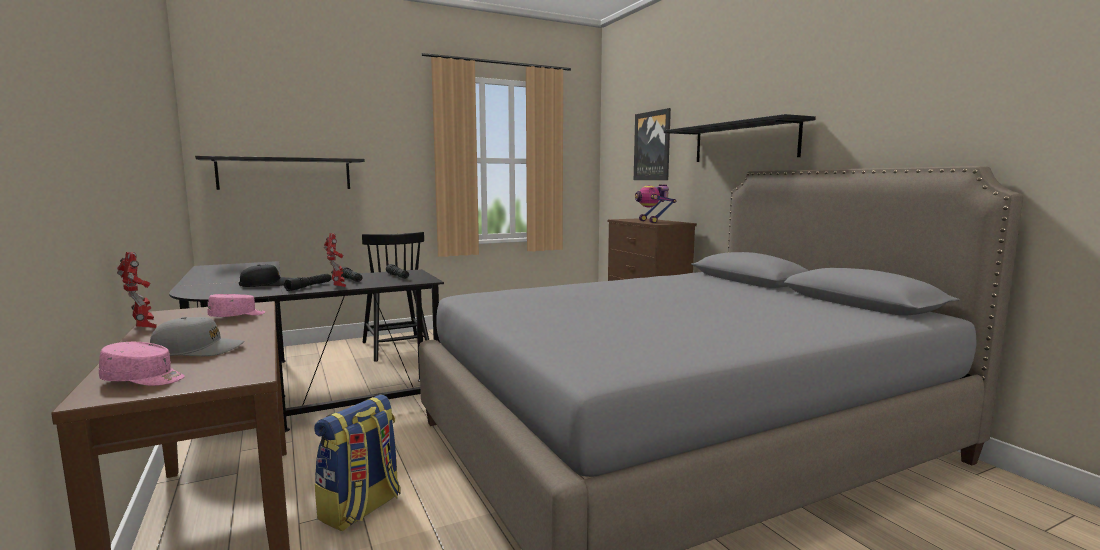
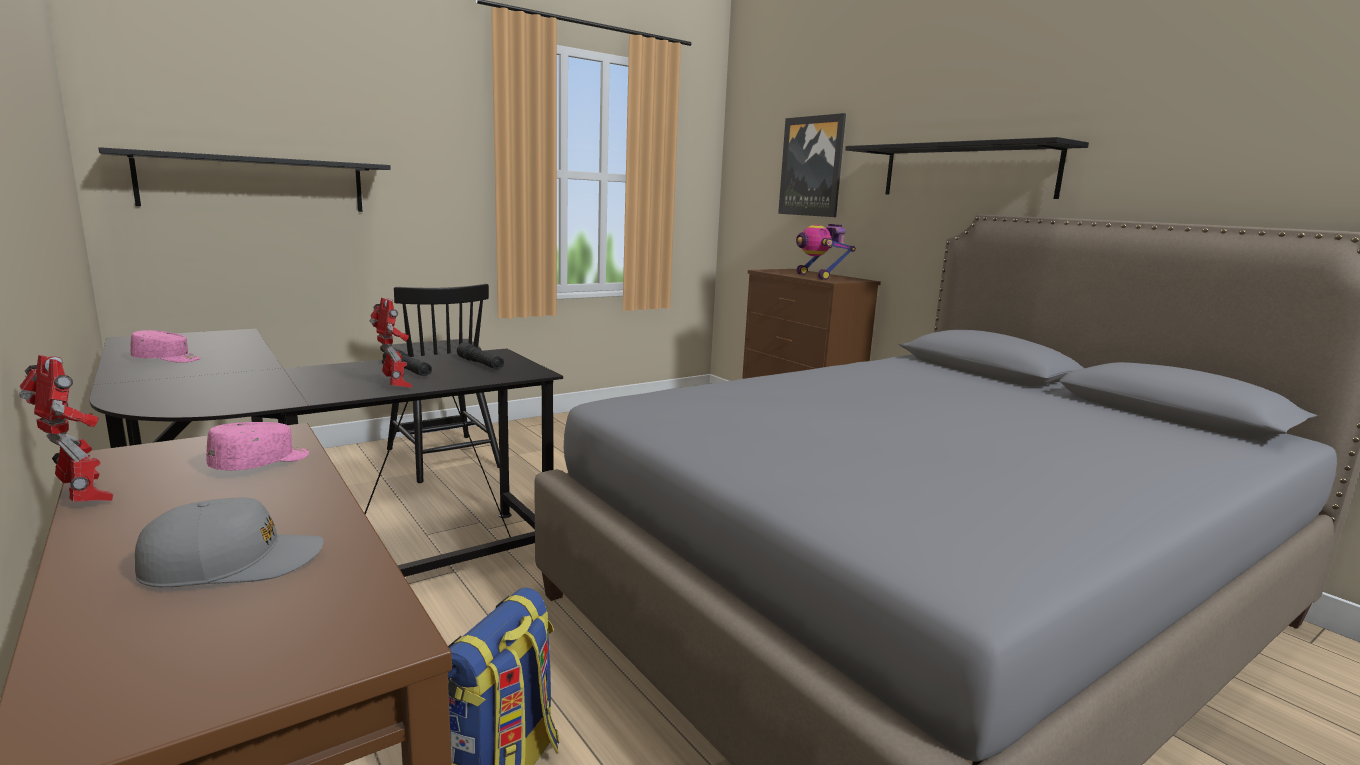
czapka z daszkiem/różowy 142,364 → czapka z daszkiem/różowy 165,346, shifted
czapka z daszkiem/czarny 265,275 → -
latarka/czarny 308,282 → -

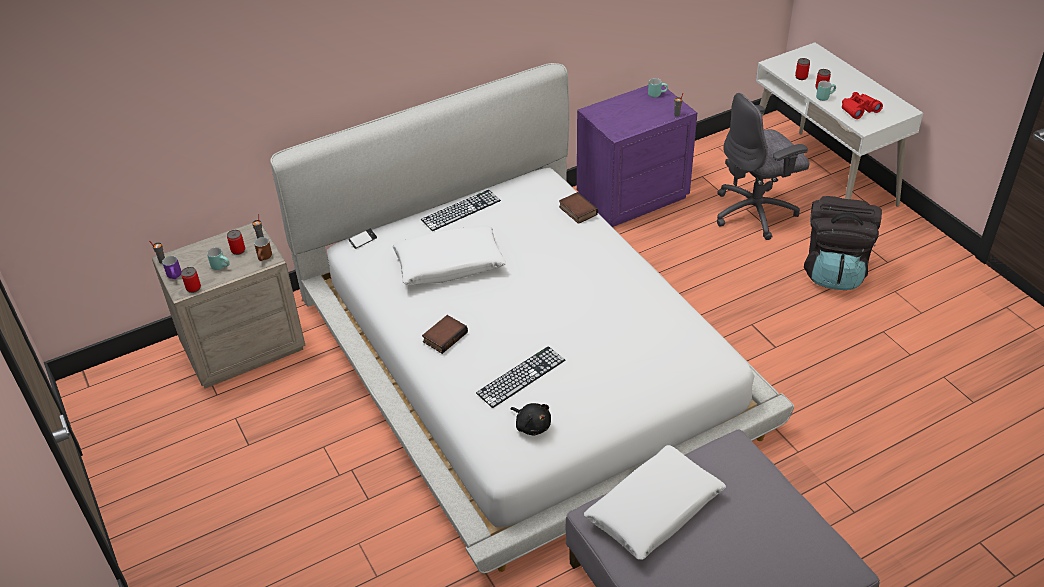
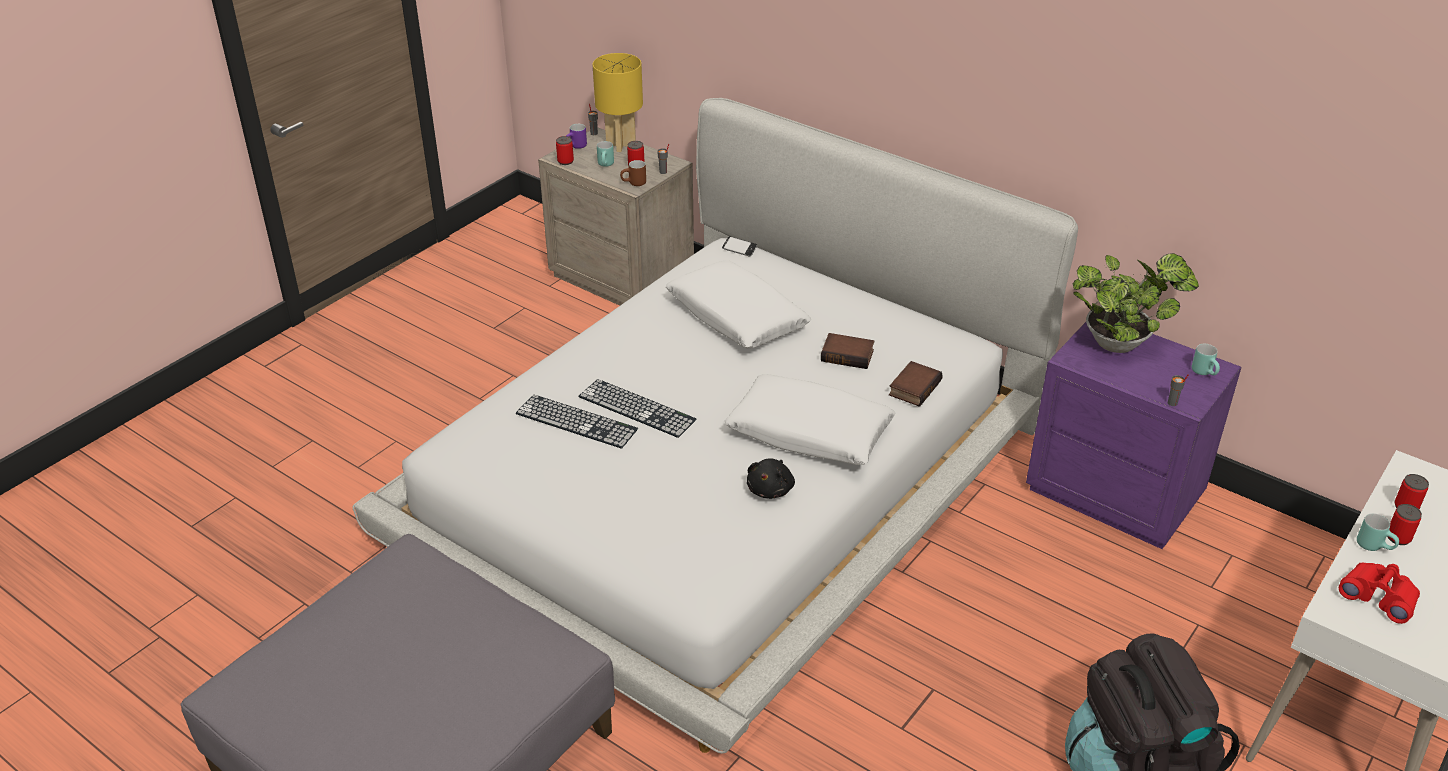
klawiatura 461,210 → klawiatura 637,408, shifted
- → lampa stołowa/żółty 617,102
poduszka/biały 655,502 → poduszka/biały 810,419, shifted
pluszak/czarny 531,419 → pluszak/czarny 771,478, shifted
książka 445,334 → książka 848,351, shifted
- → roślina doniczkowa 1136,303
krzesło biurowe/szary 763,166 → -

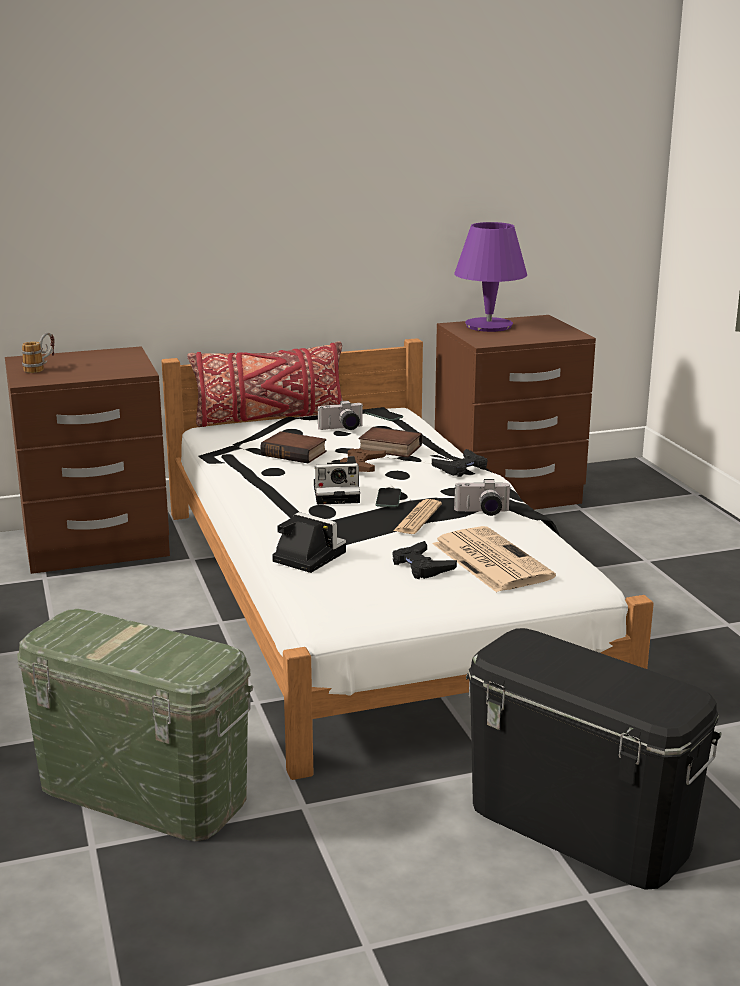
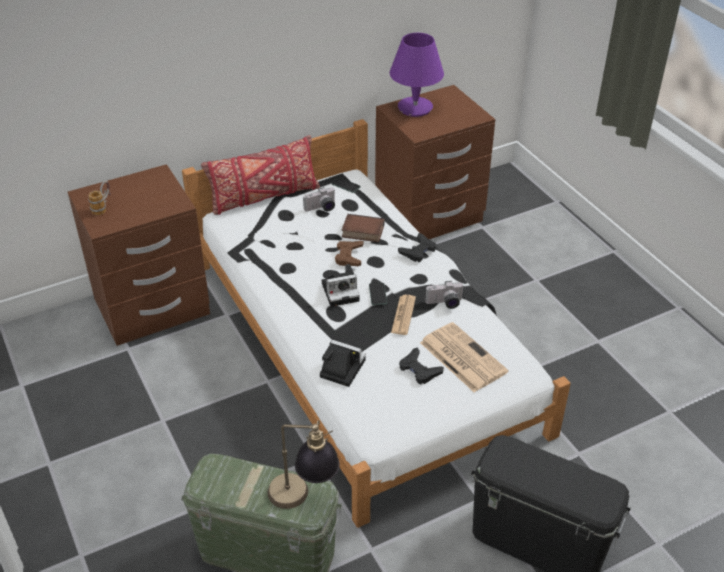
- → lampa stołowa 304,464
książka 294,447 → -

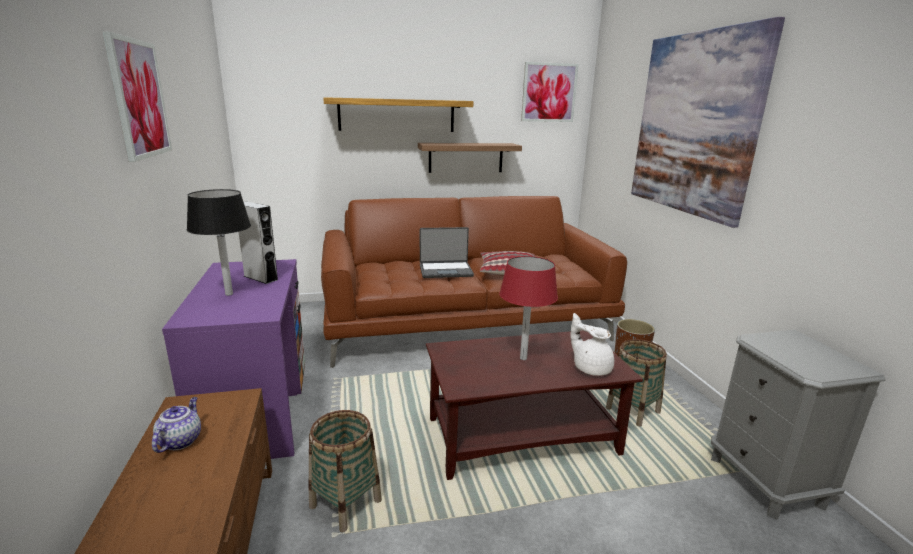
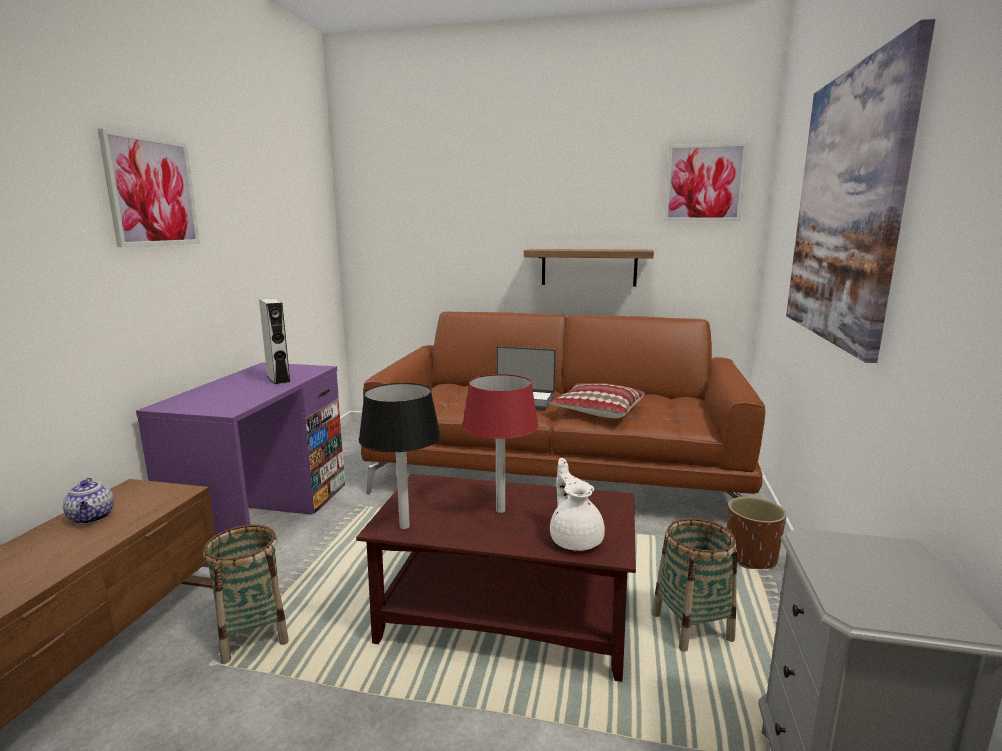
imbryk 176,425 → imbryk 88,501, 120 degrees clockwise
lampa stołowa/czarny 219,242 → lampa stołowa/czarny 400,456, shifted
półka 398,114 → -

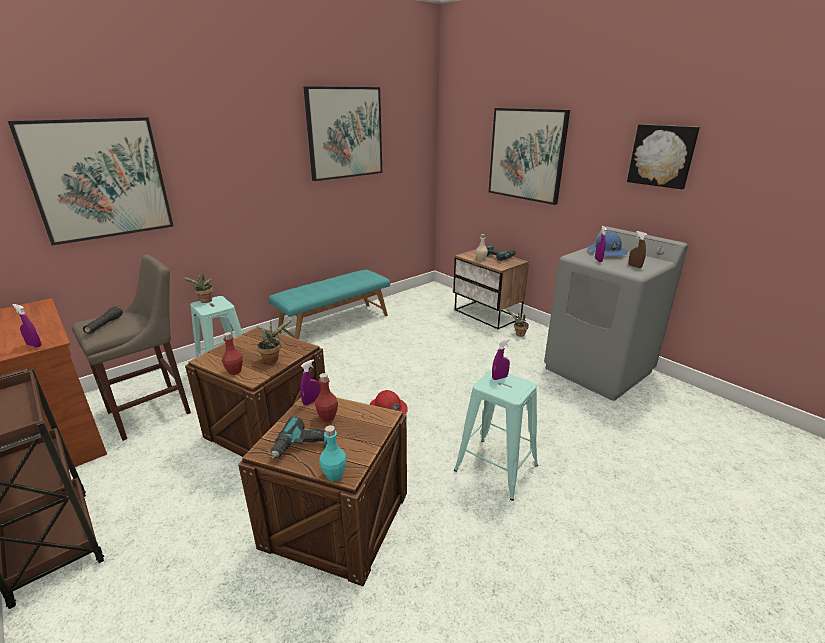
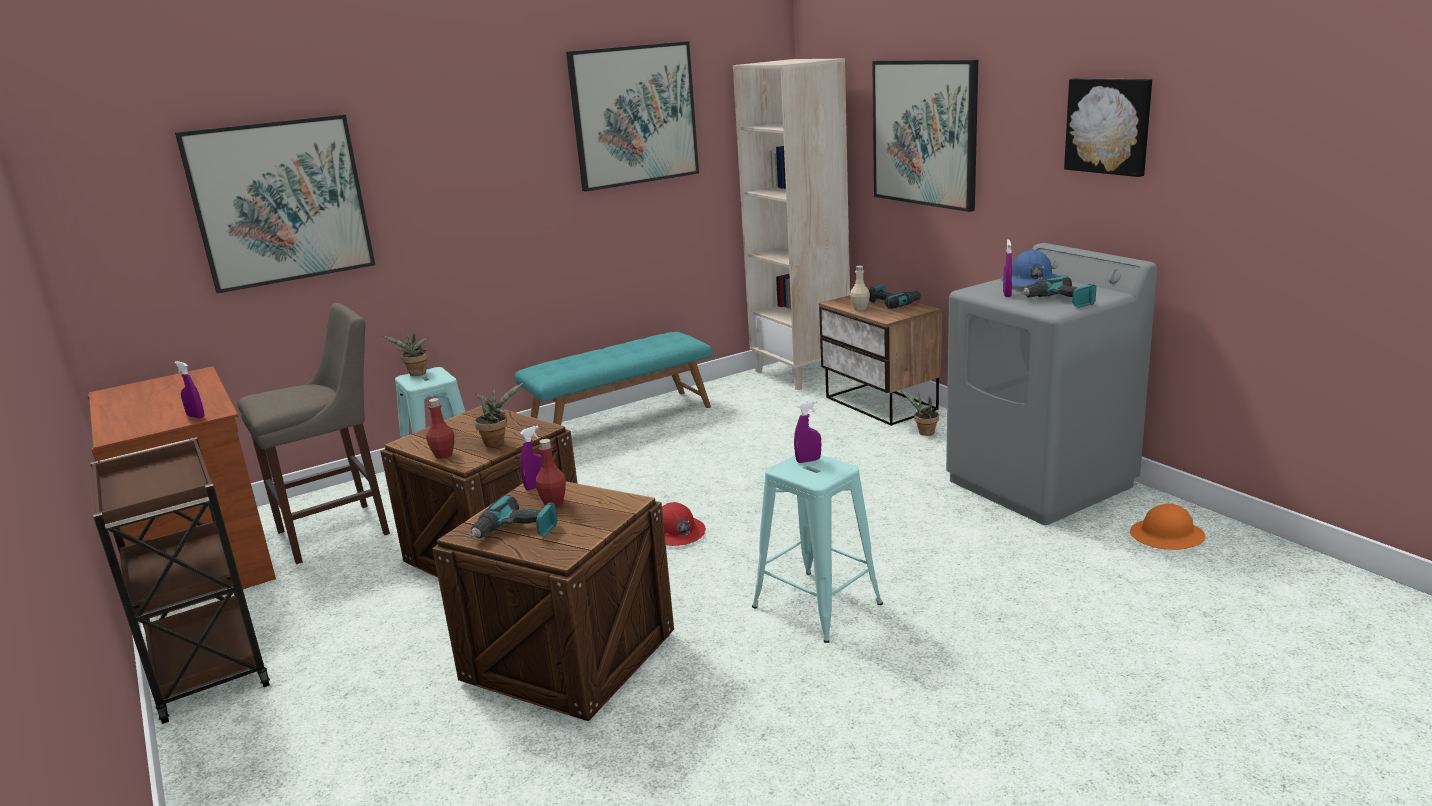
- → regał/beżowy 791,224
spryskiwacz/brązowy 637,249 → wiertarka 1058,292
- → kask/pomarańczowy 1167,527
latarka/czarny 103,320 → -
butelka/turkusowy 333,453 → -

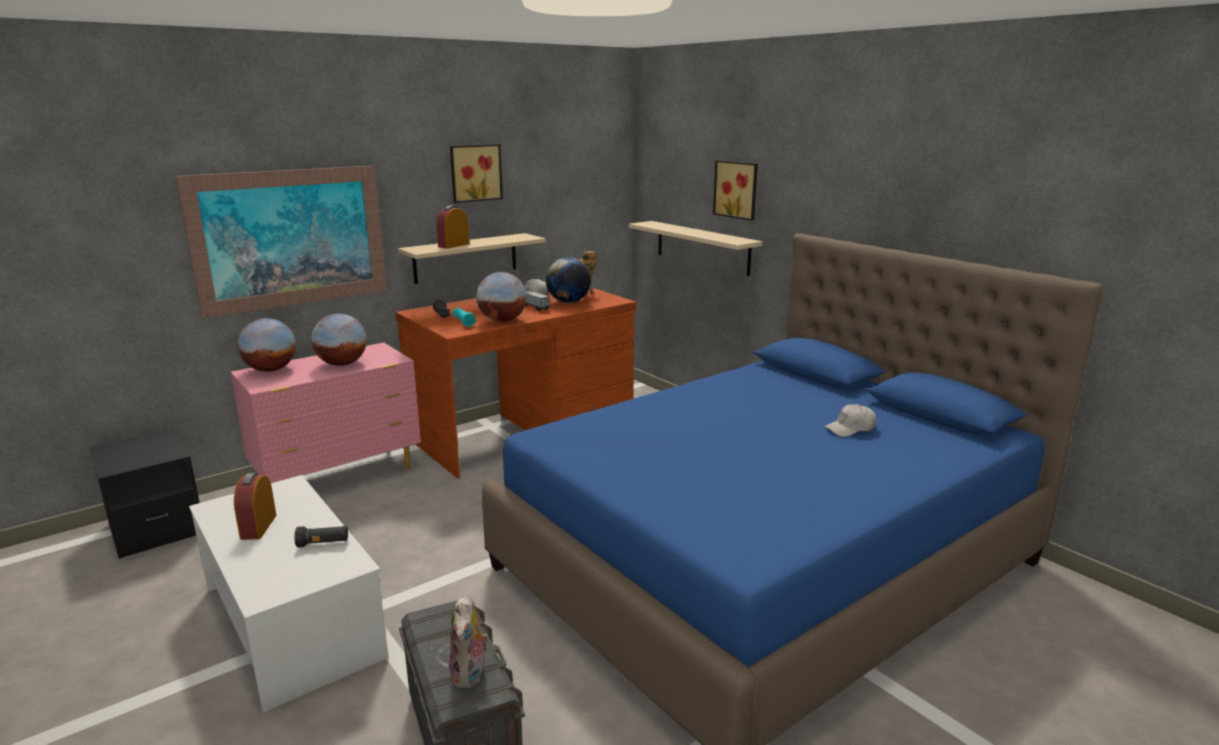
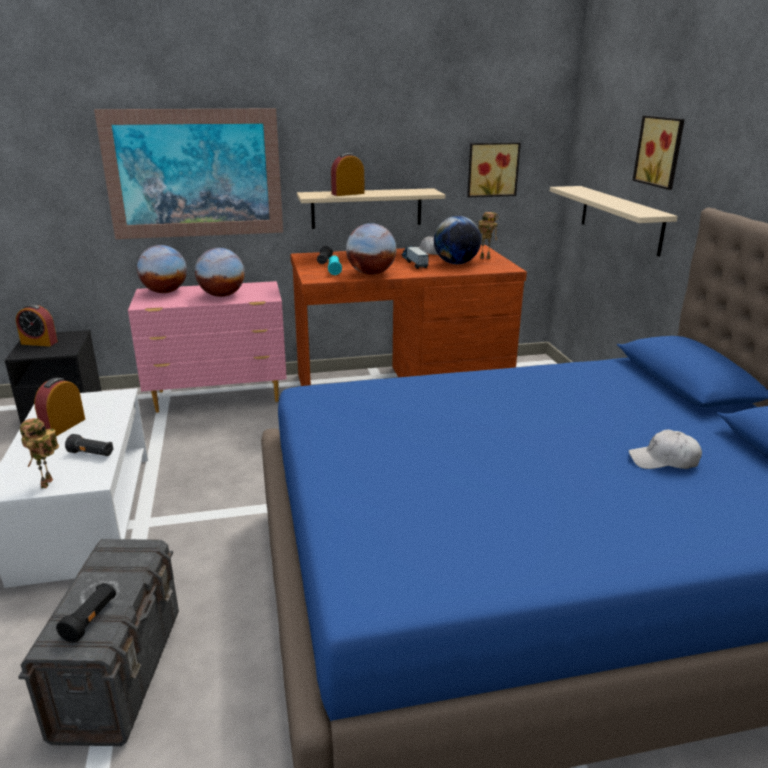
- → budzik 37,325
- → robot zabawkowy 39,453
pluszak 469,641 → latarka/czarny 86,613
obraz 476,173 → obraz 494,169, shifted

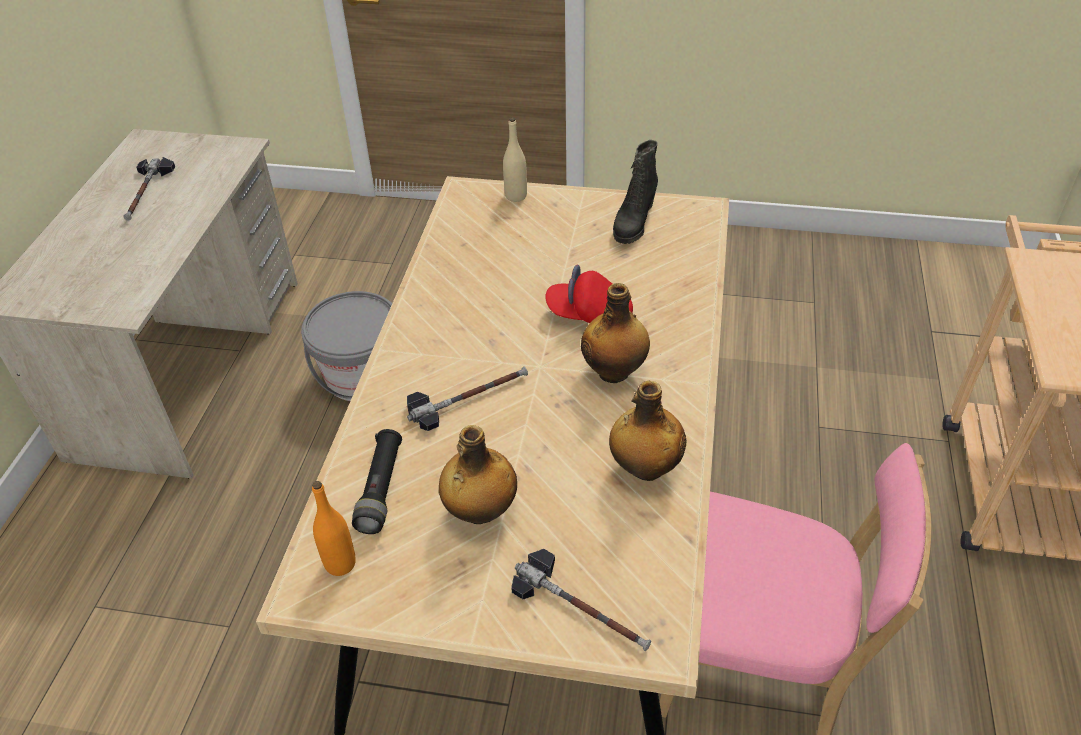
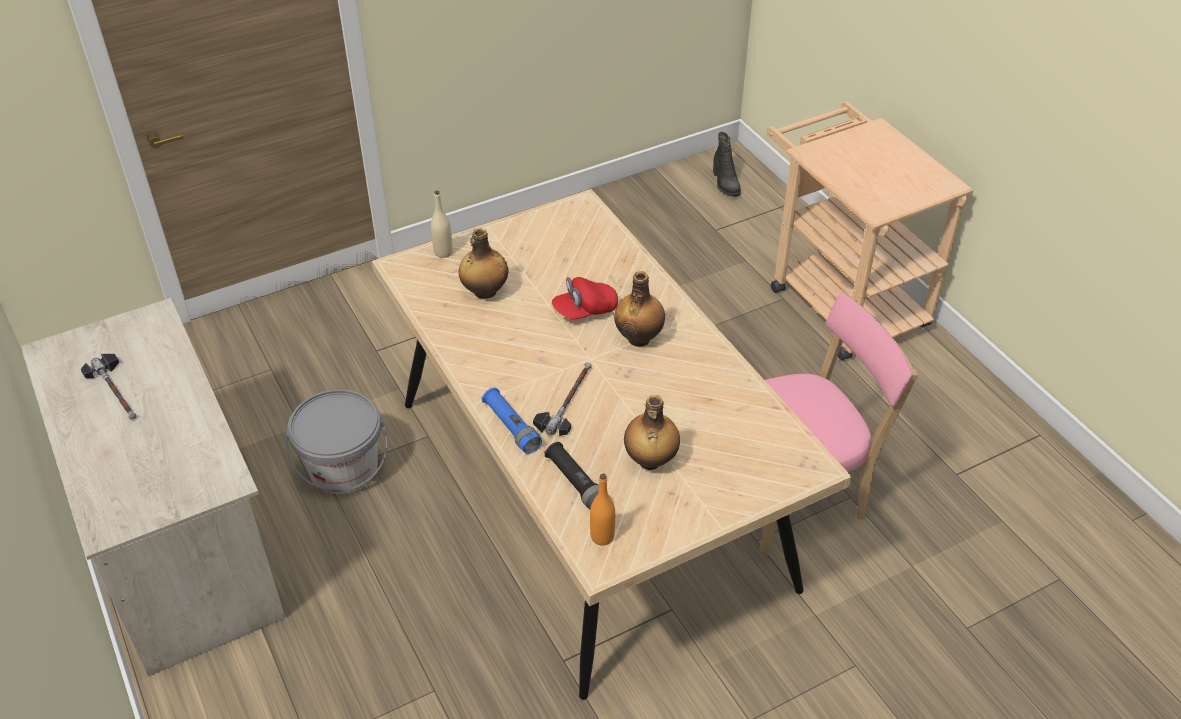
butelka 647,431 → butelka 484,263, shifted
- → latarka/niebieski 512,421
but z cholewką/czarny 635,192 → but z cholewką/czarny 727,164, shifted
młotek 581,600 → -

